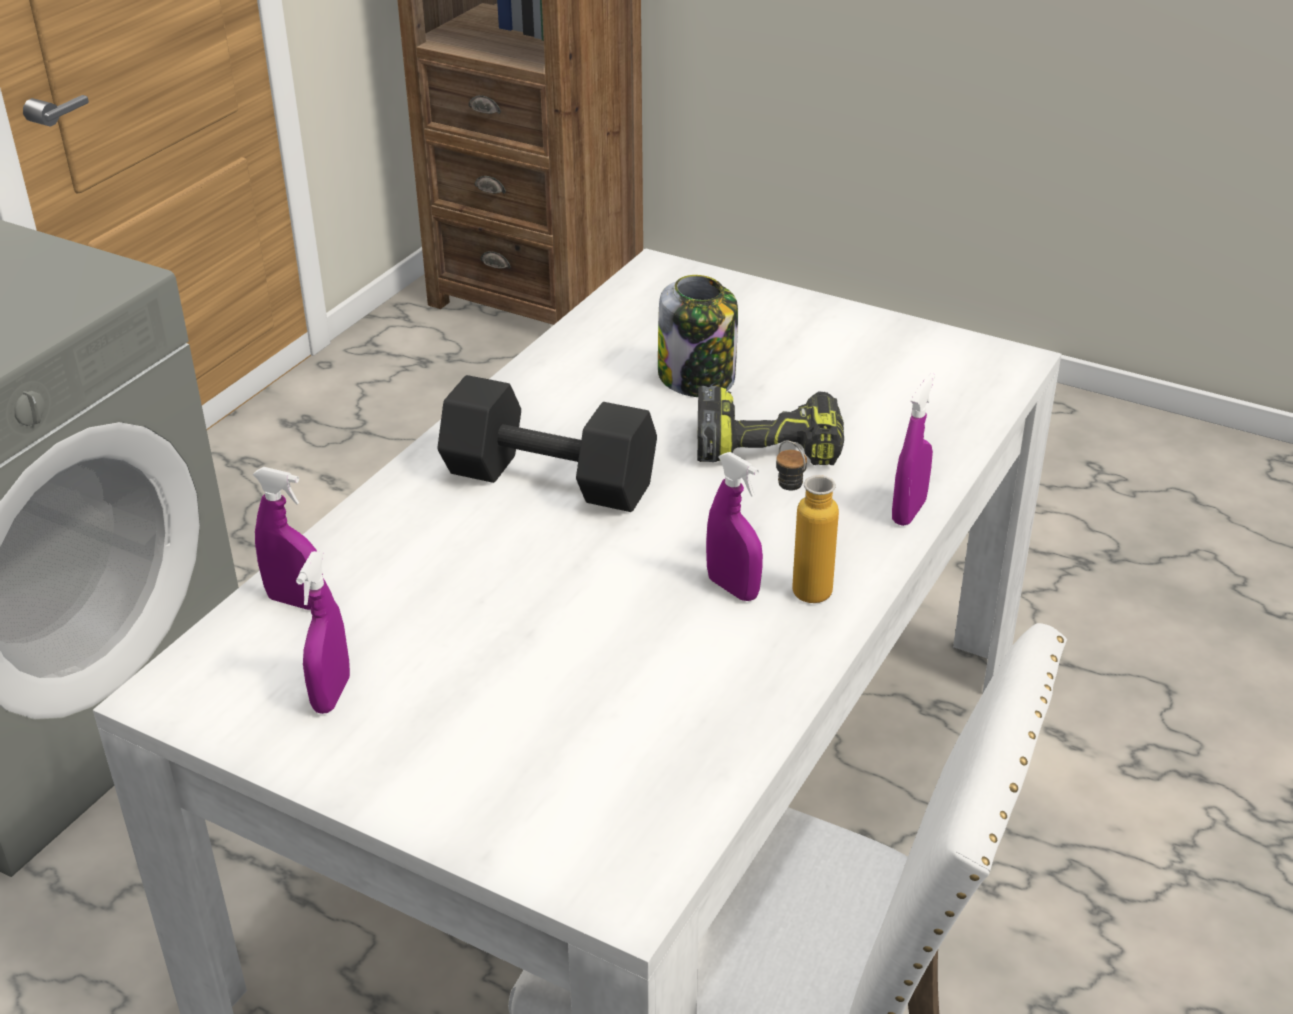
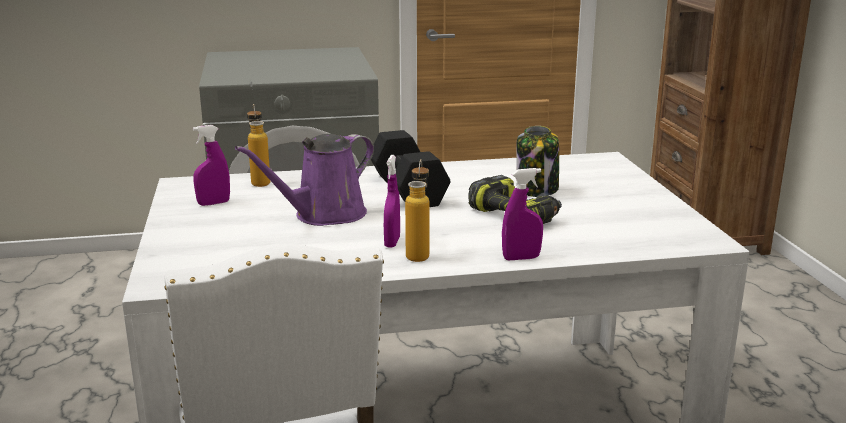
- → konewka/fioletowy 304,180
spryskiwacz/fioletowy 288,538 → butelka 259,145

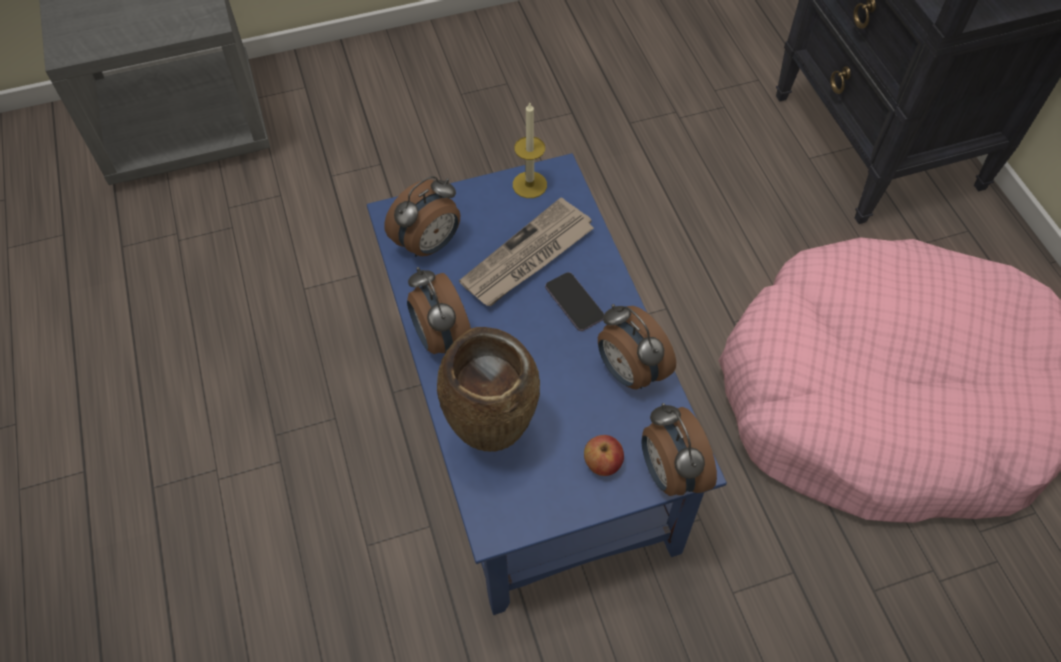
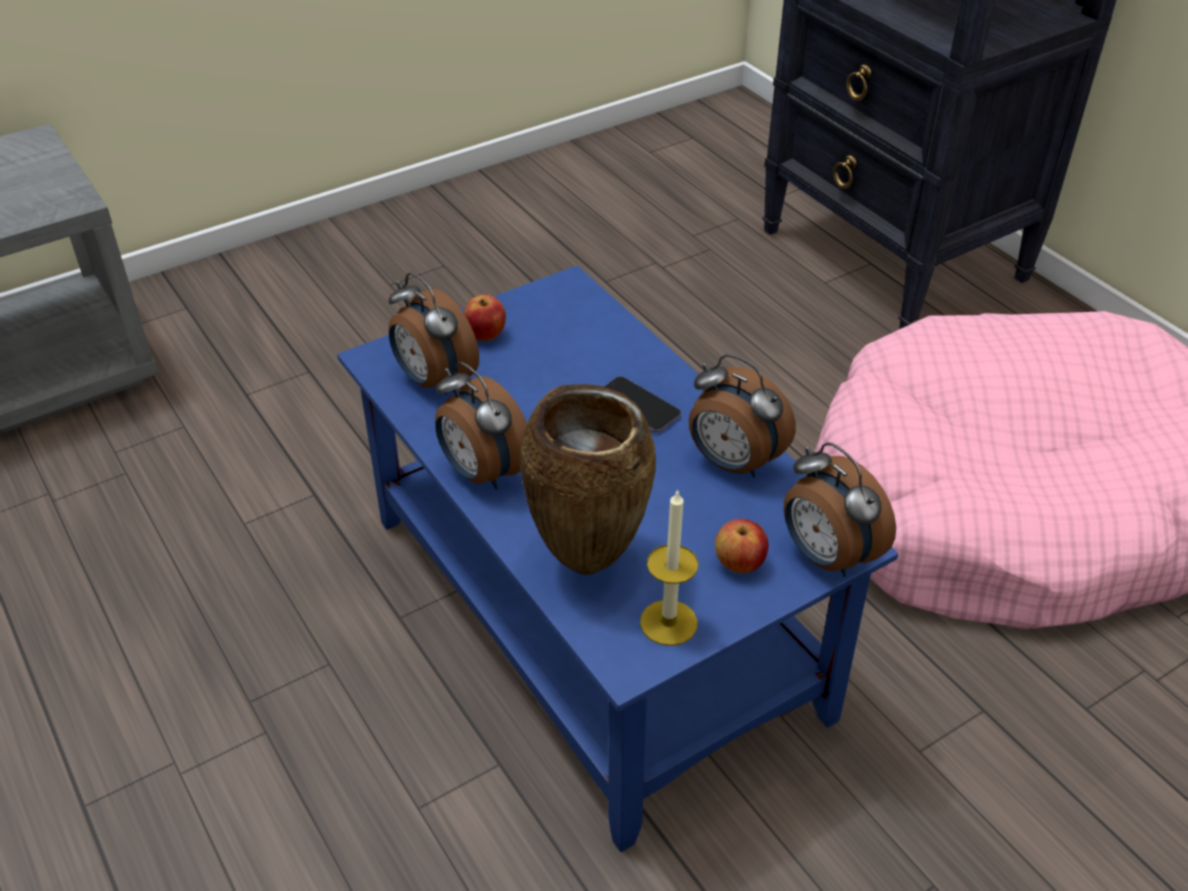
budzik 422,216 → budzik 434,333, 105 degrees clockwise
- → jabłko 484,318
świeca 530,149 → świeca 669,567, shifted
gazeta 526,251 → -

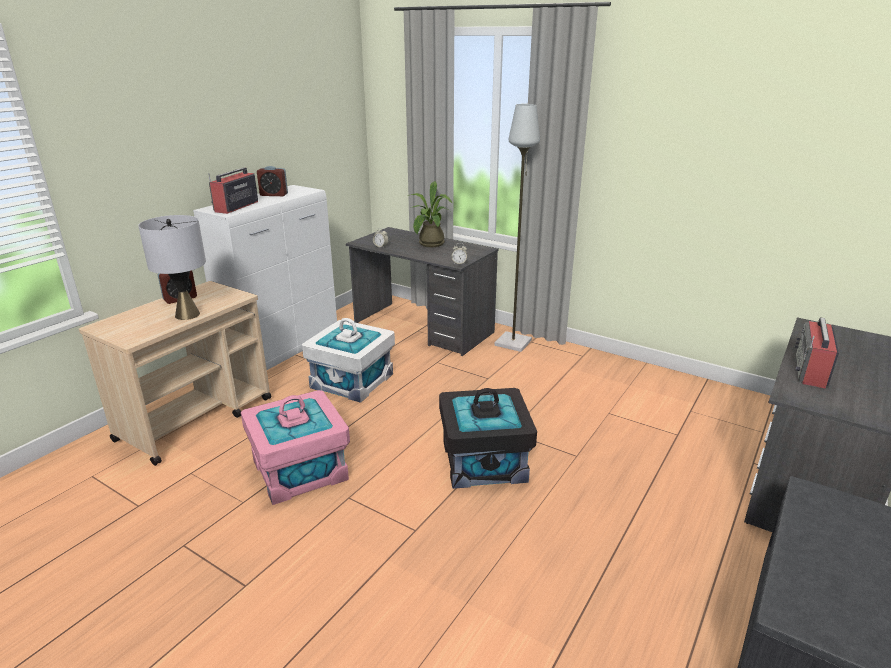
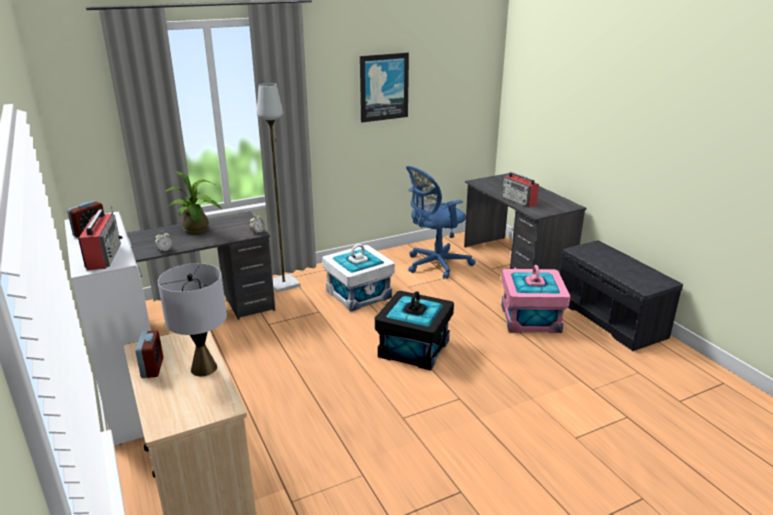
radio 233,190 → radio 100,238, 150 degrees counterclockwise
pojemnik do przechowywania/biały 348,360 → pojemnik do przechowywania/biały 358,278, shifted
- → obraz 384,87
- → krzesło biurowe/niebieski 441,222
pojemnik do przechowywania/różowy 295,447 → pojemnik do przechowywania/różowy 535,299, shifted

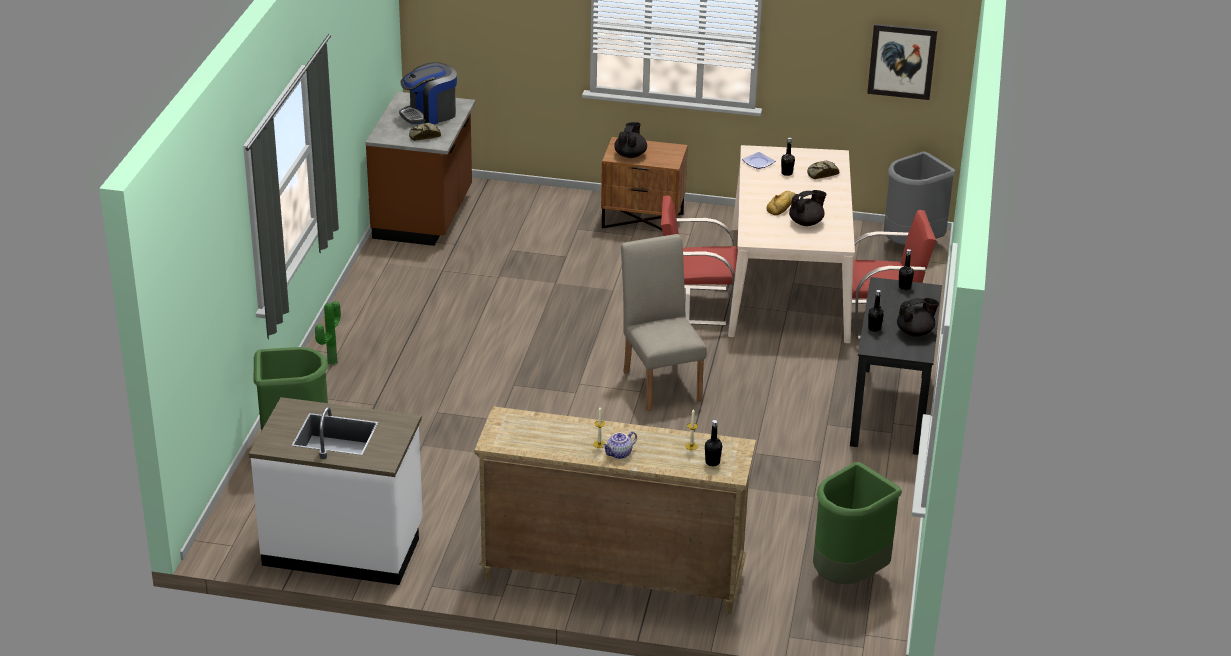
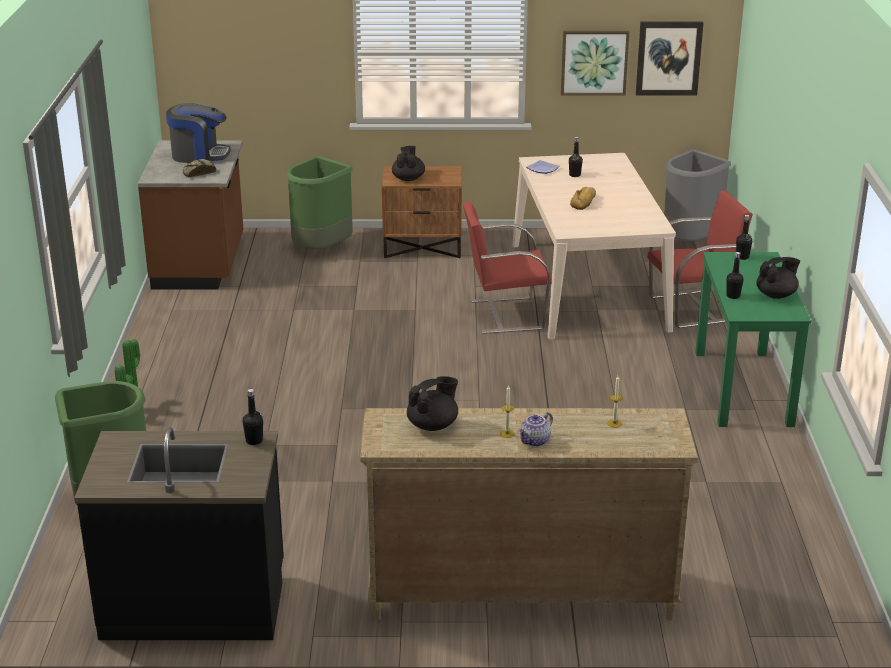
zabudowa kuchenna/biały 336,491 → zabudowa kuchenna/czarny 179,533
ekspres do kawy 428,93 → ekspres do kawy 198,133, 135 degrees counterclockwise
butelka/czarny 713,443 → butelka/czarny 253,417, shifted
kosz na śmieci/zielony 857,523 → kosz na śmieci/zielony 319,202, shifted
imbryk/czarny 808,208 → imbryk/czarny 432,403, shifted
- → obraz 595,63
biurko/czarny 896,366 → biurko/zielony 753,339
krzesło/beżowy 664,322 → -
chleb 823,169 → -

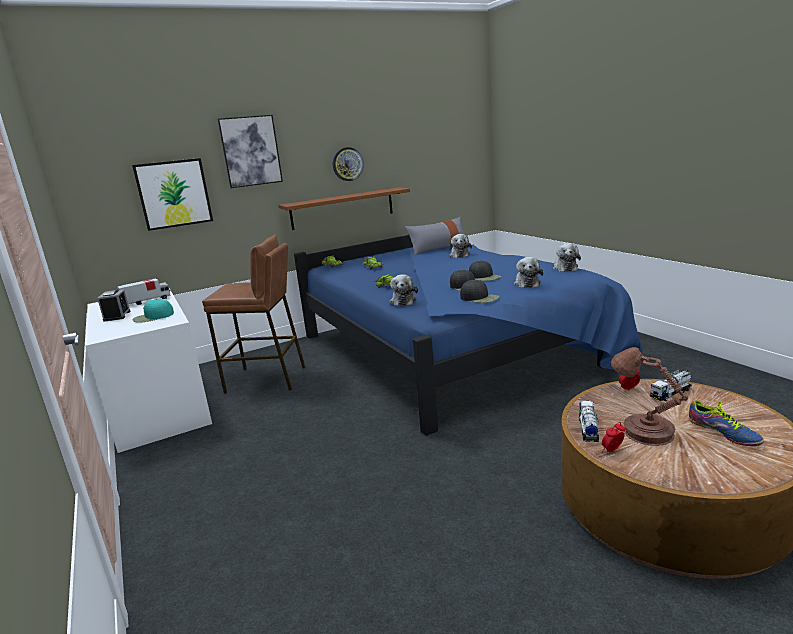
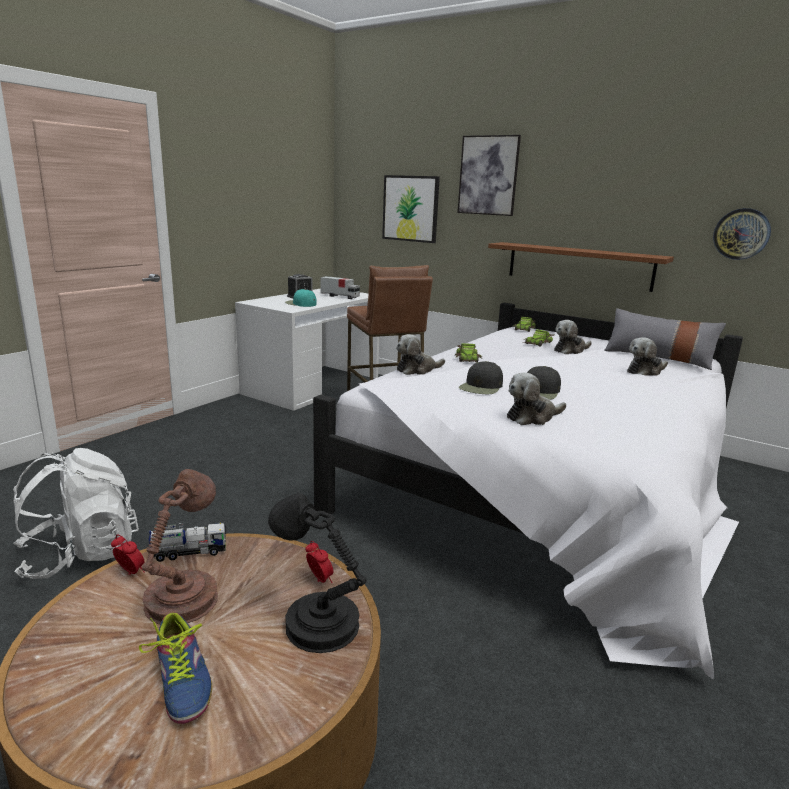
- → plecak/biały 76,513
but 726,423 → but 175,668, 60 degrees counterclockwise
ciężarówka zabawkowa 671,385 → lampa stołowa/czarny 317,573
łóżko/niebieski 468,335 → łóżko/biały 528,491
pluszak 567,257 → pluszak 573,337, shifted
zegar ścienny 348,164 → zegar ścienny 742,234, shifted
czapka z daszkiem/czarny 479,291 → -

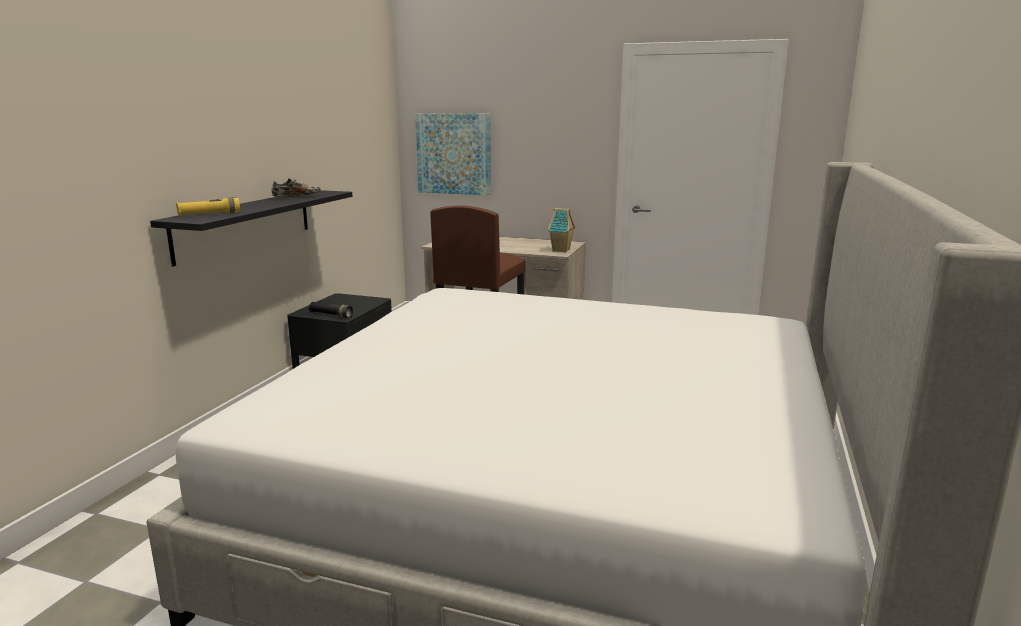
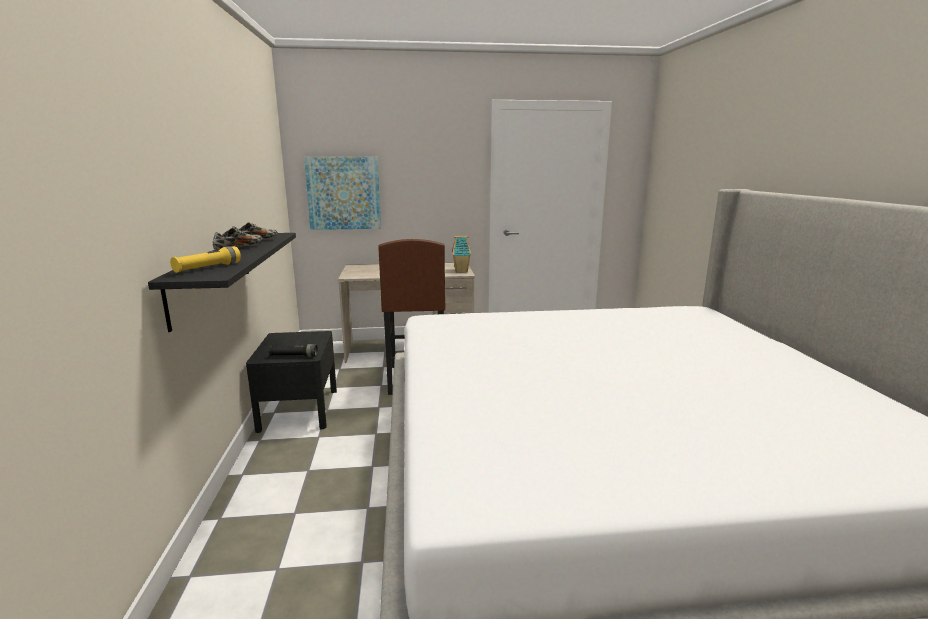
- → but 238,239

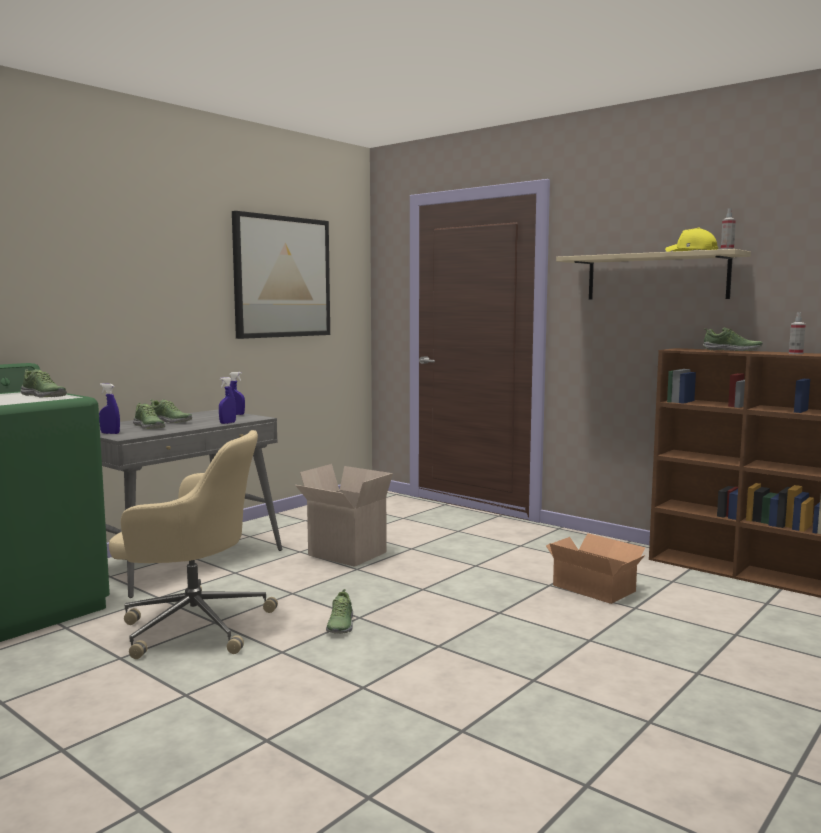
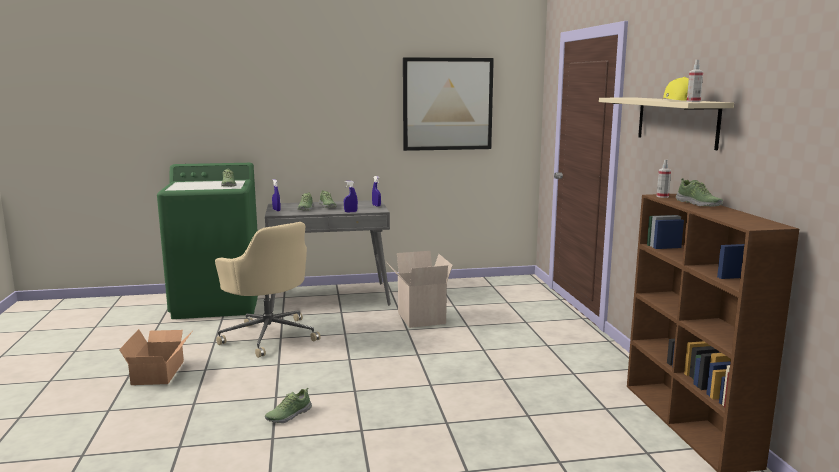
karton 595,568 → karton 155,357, shifted
but 339,611 → but 288,405, shifted
spryskiwacz 797,333 → spryskiwacz 664,179, shifted

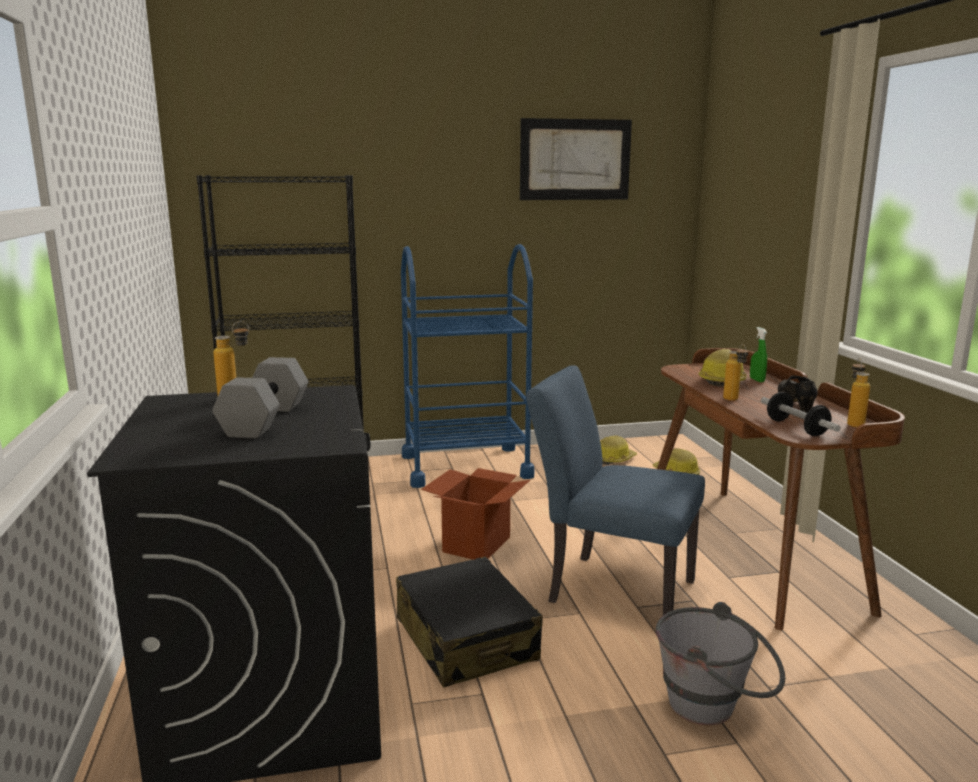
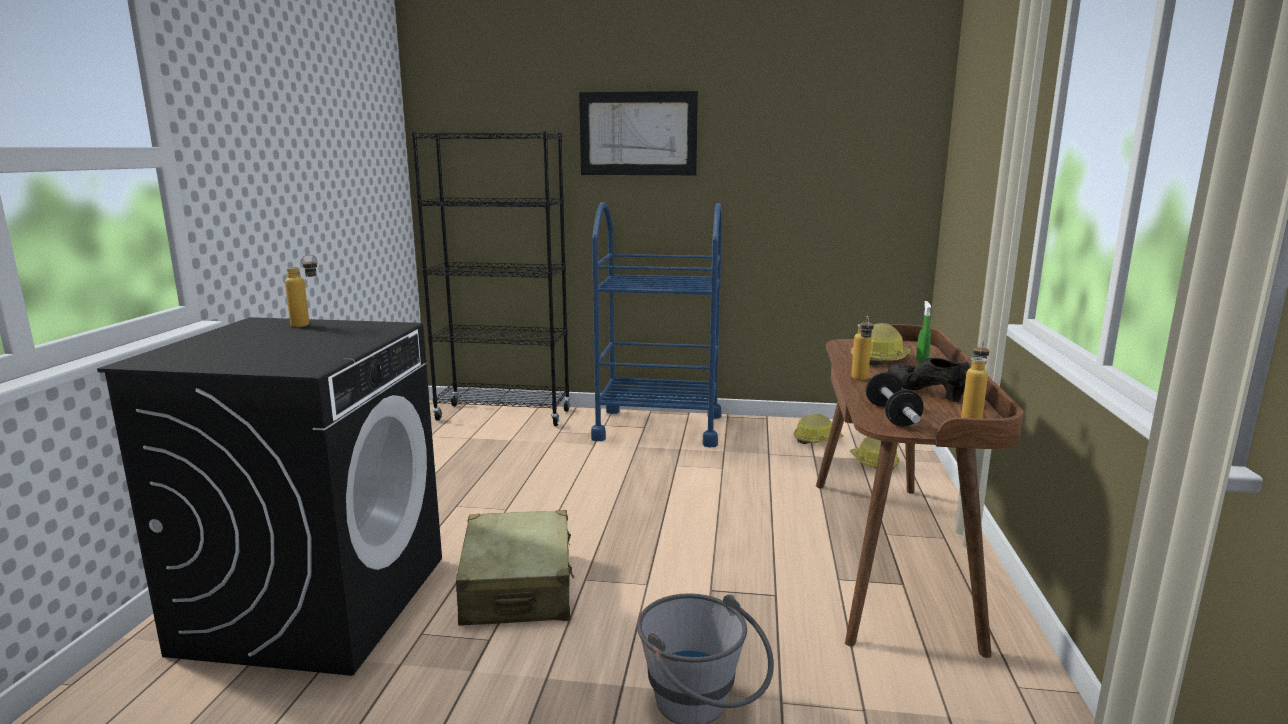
walizka/czarny 469,621 → walizka/beżowy 515,568
obraz 576,159 → obraz 638,133, shifted
but/czarny 798,394 → but/czarny 928,380, 60 degrees counterclockwise
hantel/szary 260,397 → -
karton 475,514 → -
krzesło/niebieski 615,490 → -

